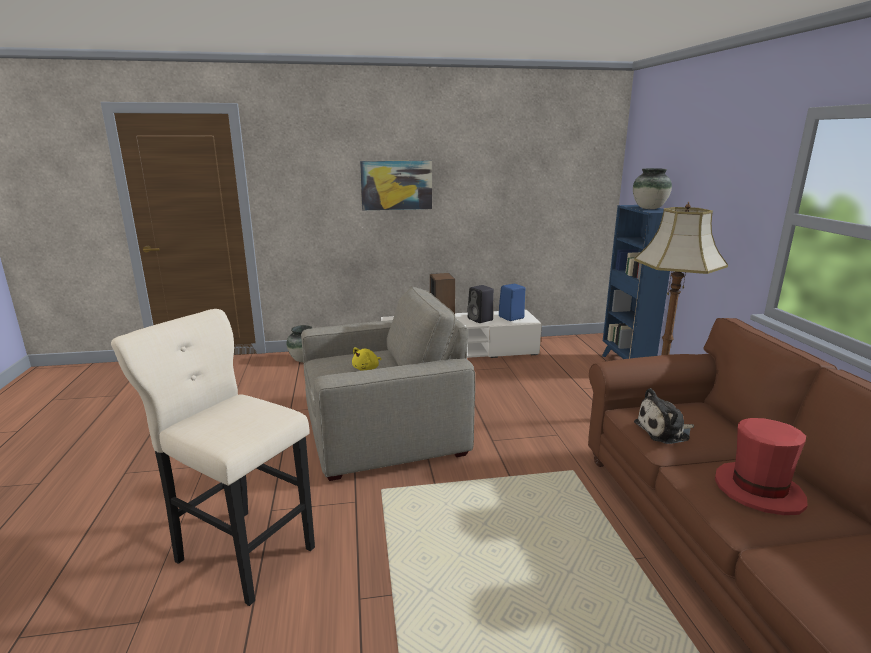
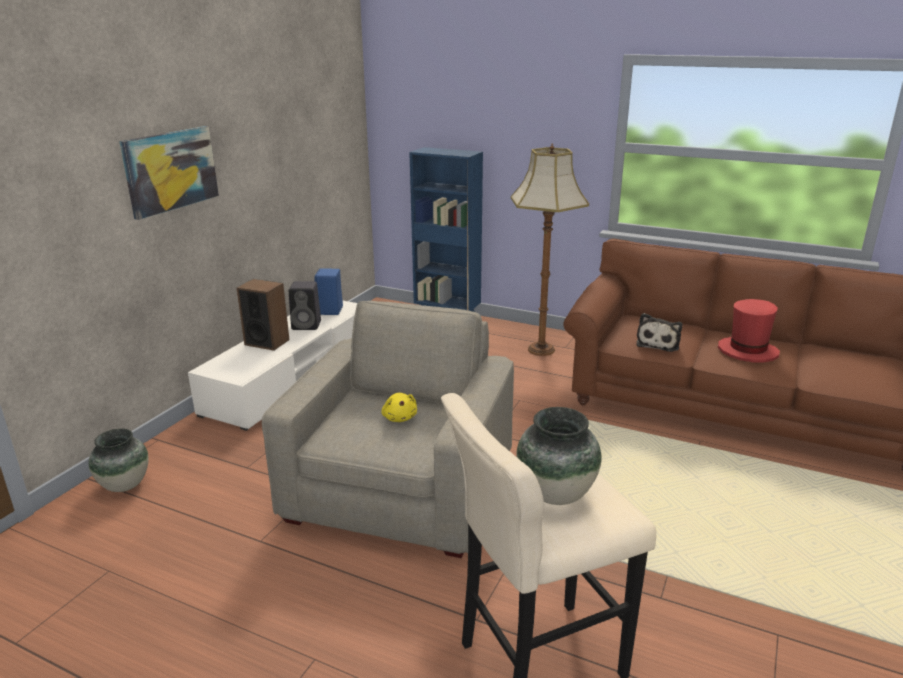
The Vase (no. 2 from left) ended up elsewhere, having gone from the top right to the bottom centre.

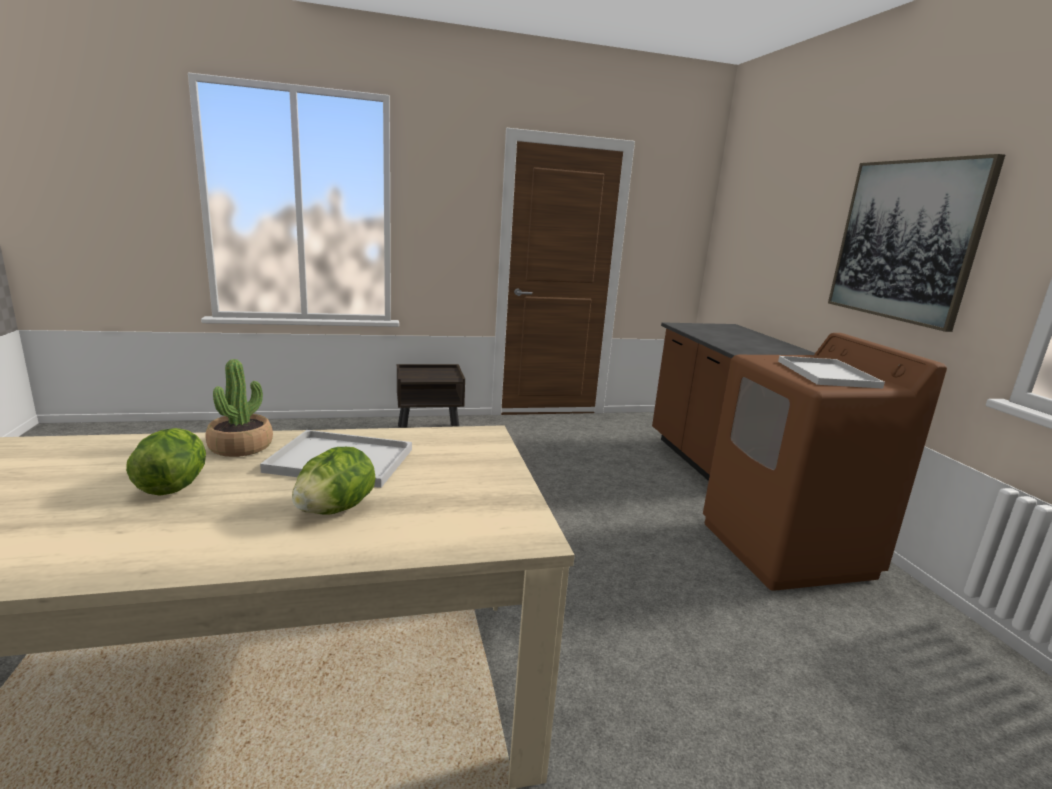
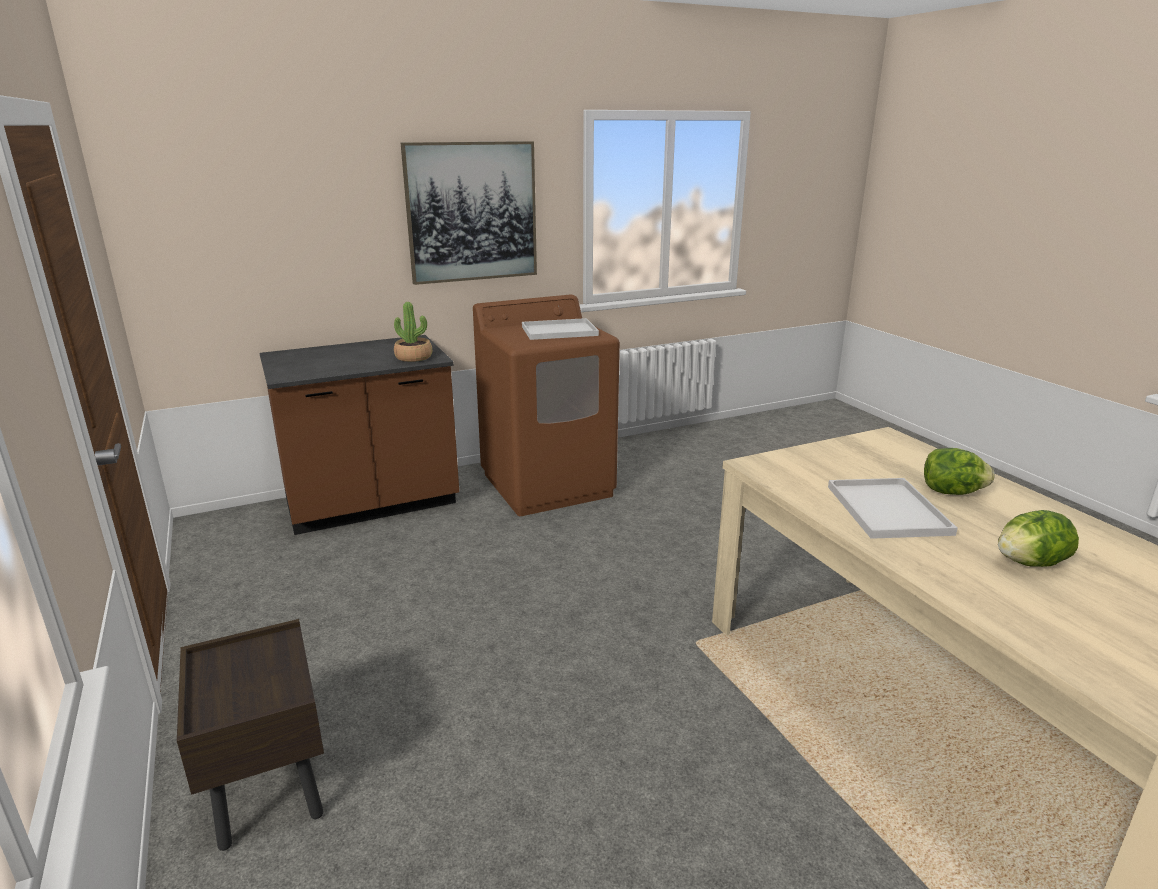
The Topfpflanze ended up elsewhere, having gone from the middle left to the centre.

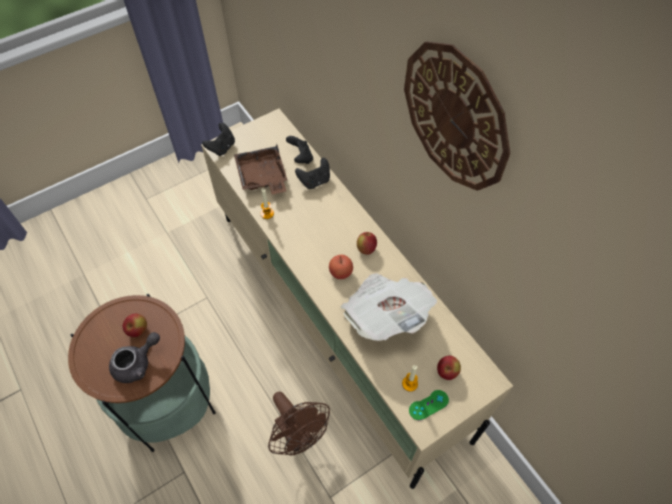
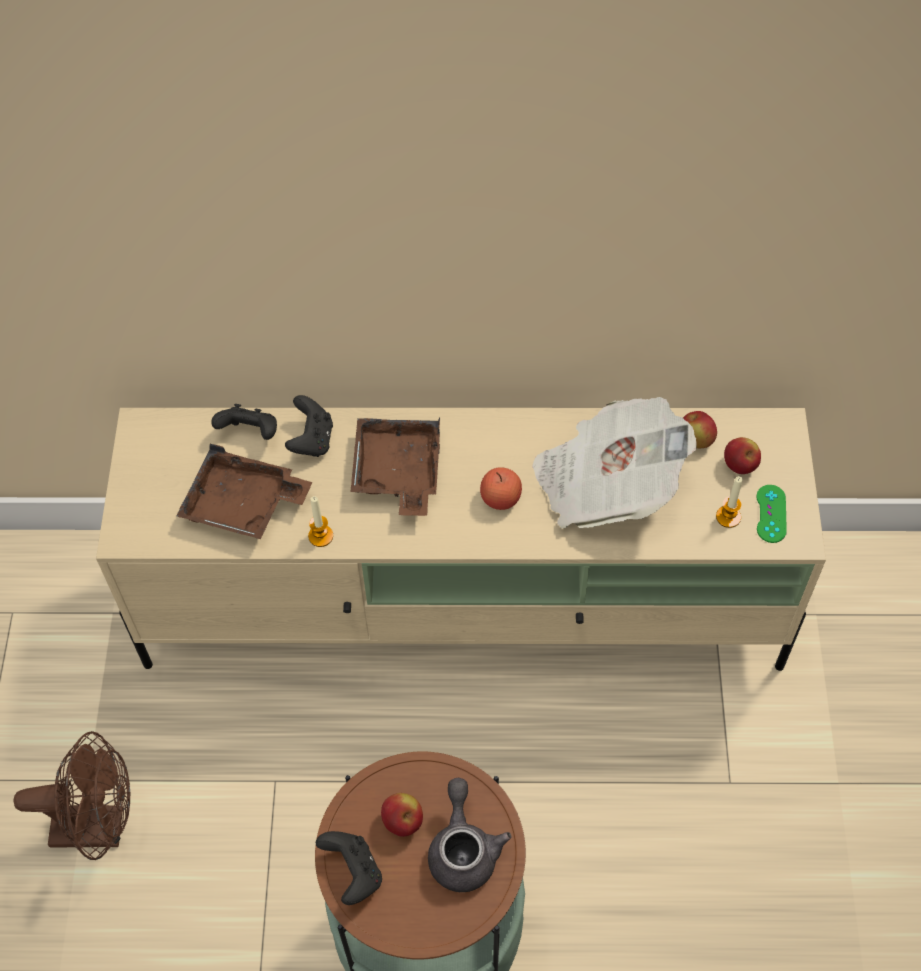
The second view lost the Wanduhr at the top right.
The Gamepad [schwarz] (no. 1 from left in the first image) ended up elsewhere, having gone from the top left to the bottom centre.
The Apfel (no. 3 from left) ended up elsewhere, having gone from the centre to the middle right.
The Ventilator [braun] ended up elsewhere, having gone from the bottom centre to the bottom left.
The second view gained the Tablett [braun] (no. 2 from left) at the centre.

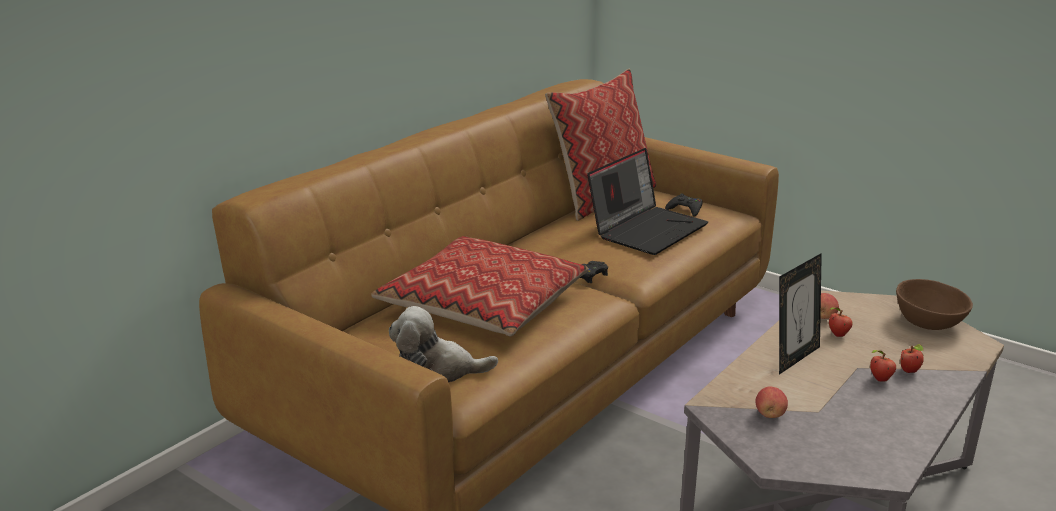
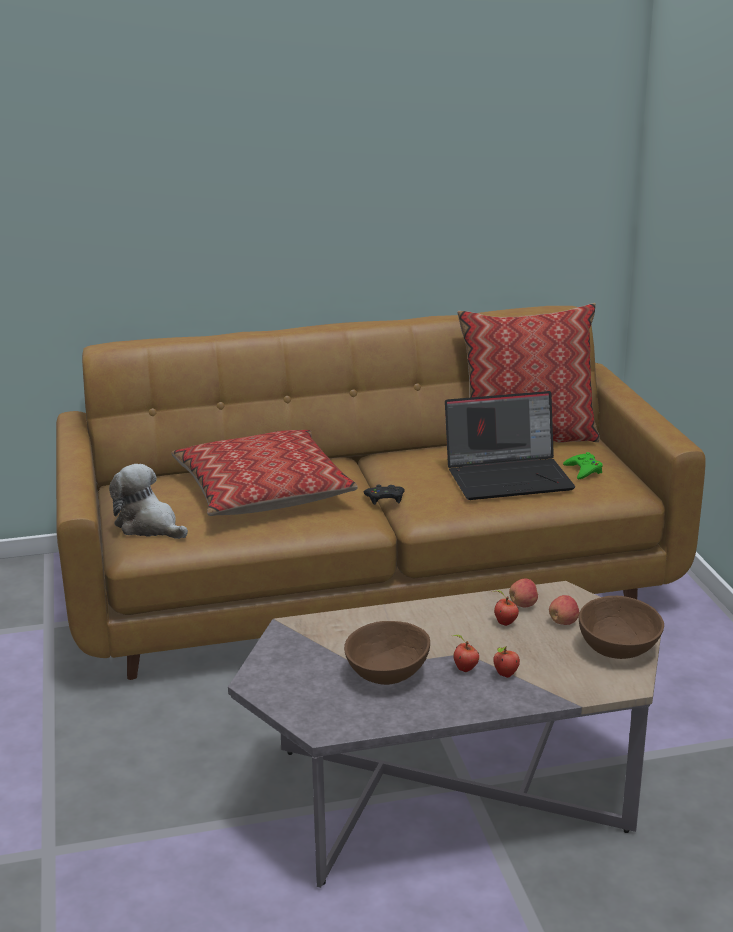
What was the Gamepad [schwarz] (no. 2 from left) at the centre turned into the Gamepad [grün] at the middle right.
The second view lost the Bilderrahmen at the middle right.
The Apfel (no. 1 from left in the first image) ended up elsewhere, having gone from the bottom right to the middle right.
The second view gained the Schüssel [braun] (no. 1 from left) at the bottom centre.

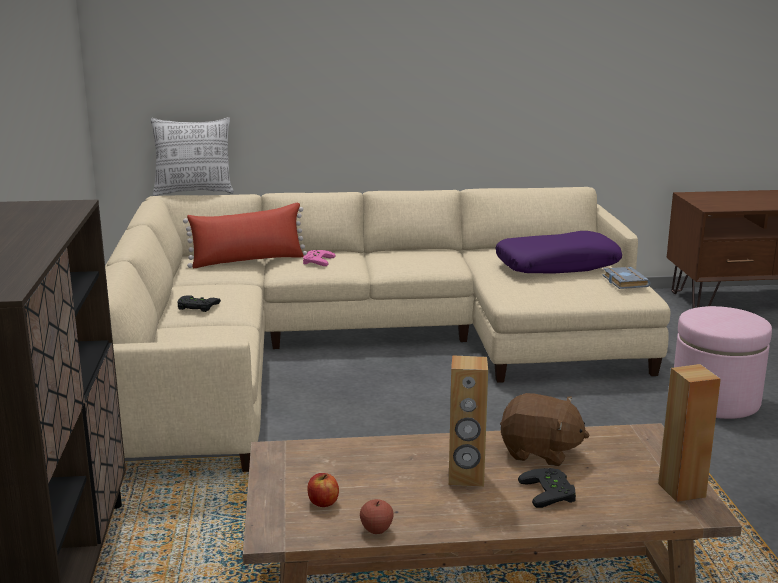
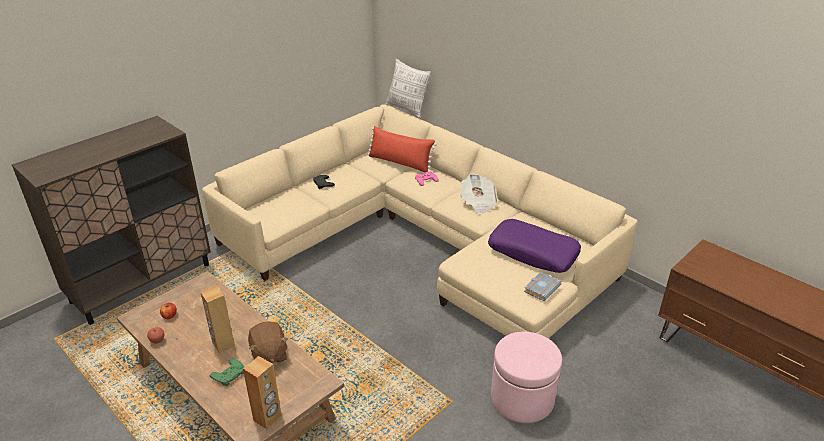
What was the Gamepad [schwarz] (no. 2 from left) at the bottom right turned into the Gamepad [grün] at the bottom left.
The second view gained the Zeitung at the centre.

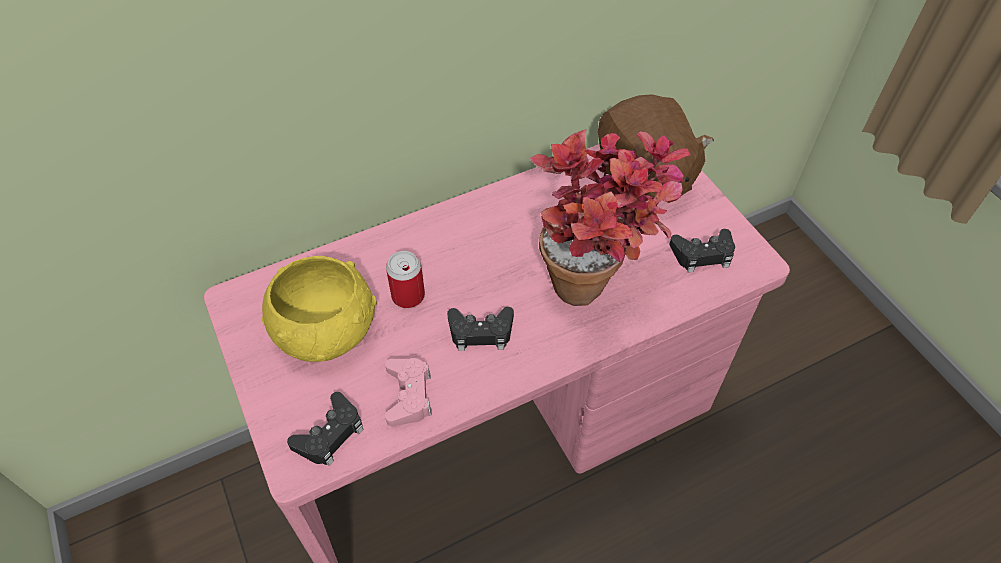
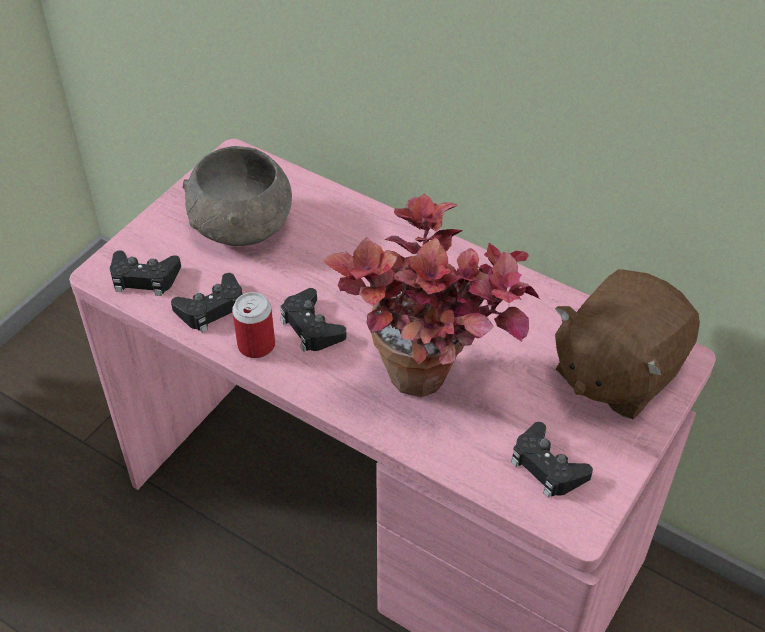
The Dose ended up elsewhere, having gone from the centre to the middle left.
What was the Schüssel [gelb] at the middle left turned into the Schüssel [grau] at the top left.
What was the Gamepad [rosa] at the bottom centre turned into the Gamepad [schwarz] (no. 2 from left) at the middle left.

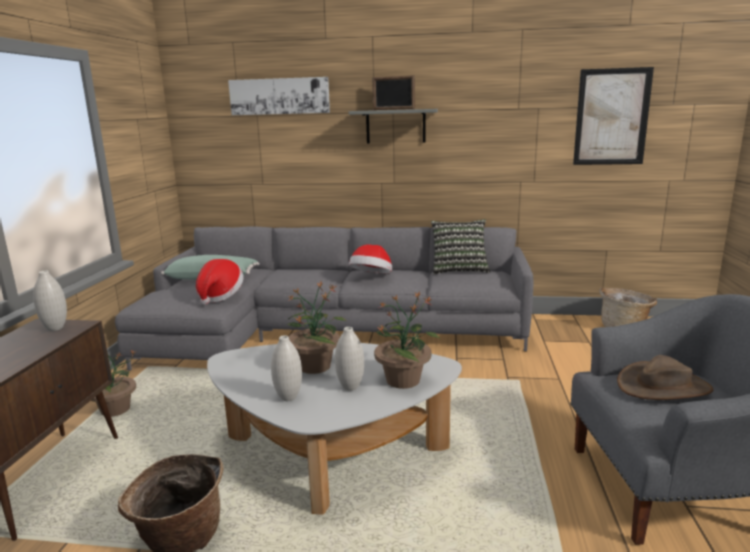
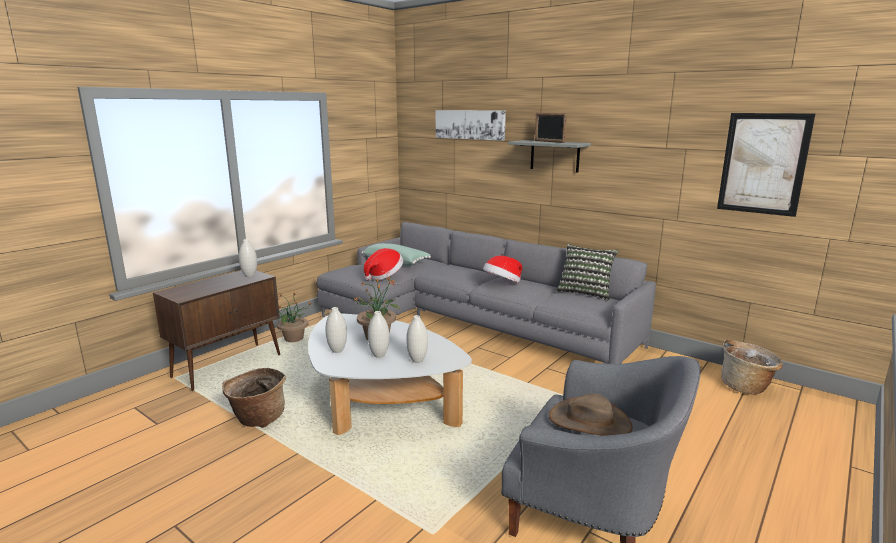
Where the Topfpflanze (no. 3 from left) stood at the centre, the Vase [weiß] (no. 4 from left) came to stand at the centre.

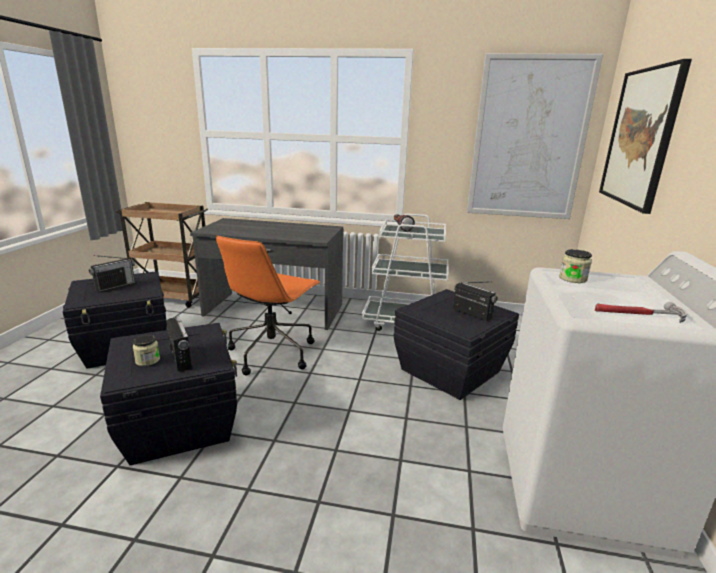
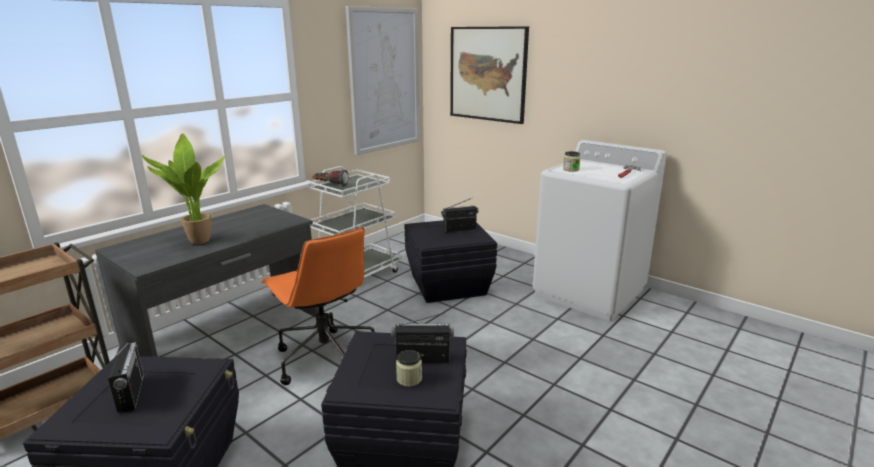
The second view gained the Topfpflanze at the middle left.

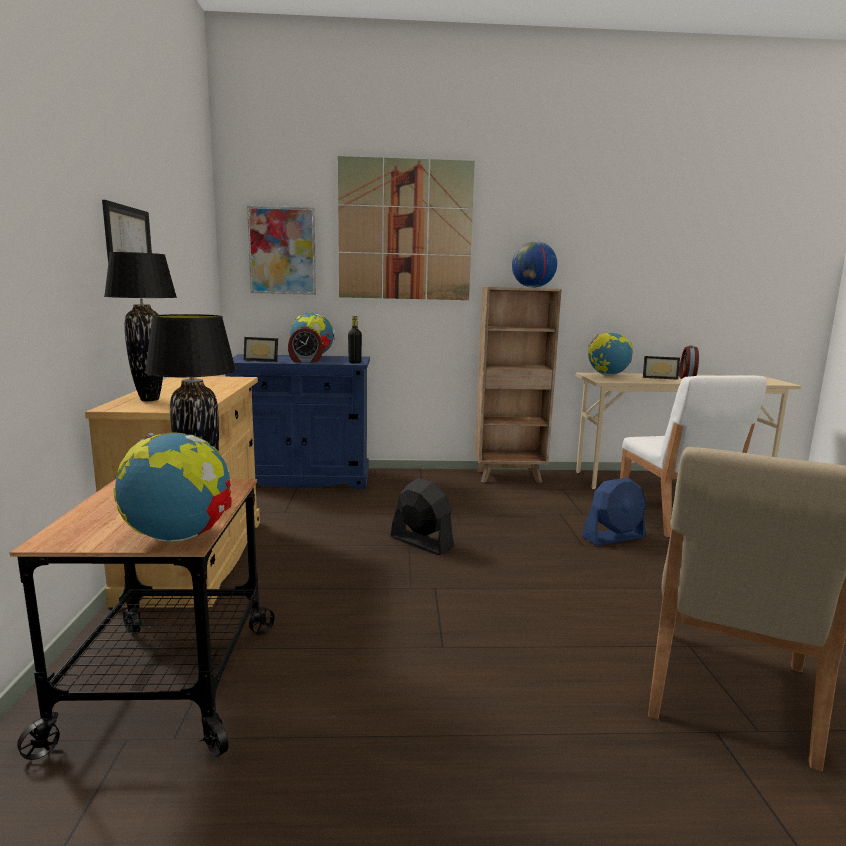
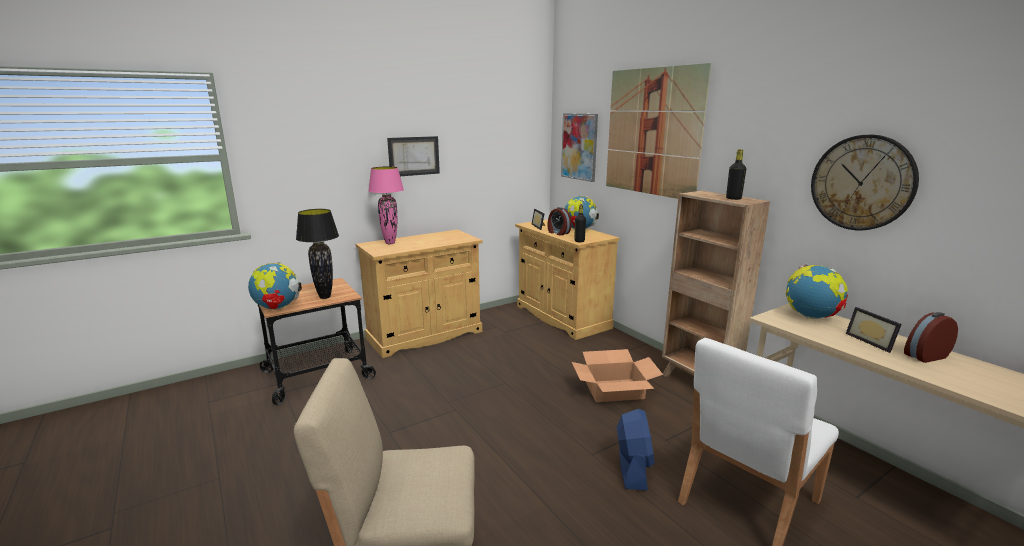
Where the Globus (no. 3 from left) stood at the top centre, the Flasche [schwarz] (no. 2 from left) came to stand at the top right.
What was the Tischlampe [schwarz] (no. 1 from left) at the middle left turned into the Tischlampe [rosa] at the centre.
What was the Schrank [blau] at the centre turned into the Schrank [beige] (no. 2 from left) at the centre.
The second view lost the Ventilator [schwarz] at the centre.
The Ventilator [blau] at the middle right ended up facing another way, 120 degrees counterclockwise from before.
The second view gained the Wanduhr at the middle right.
The second view gained the Karton at the bottom centre.

